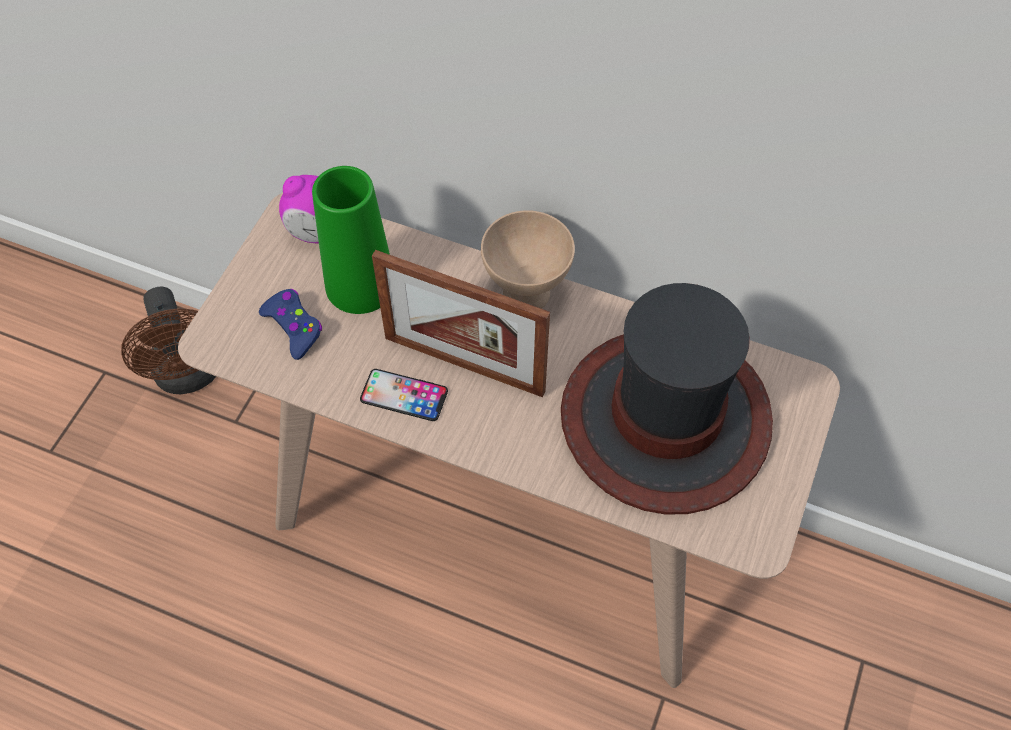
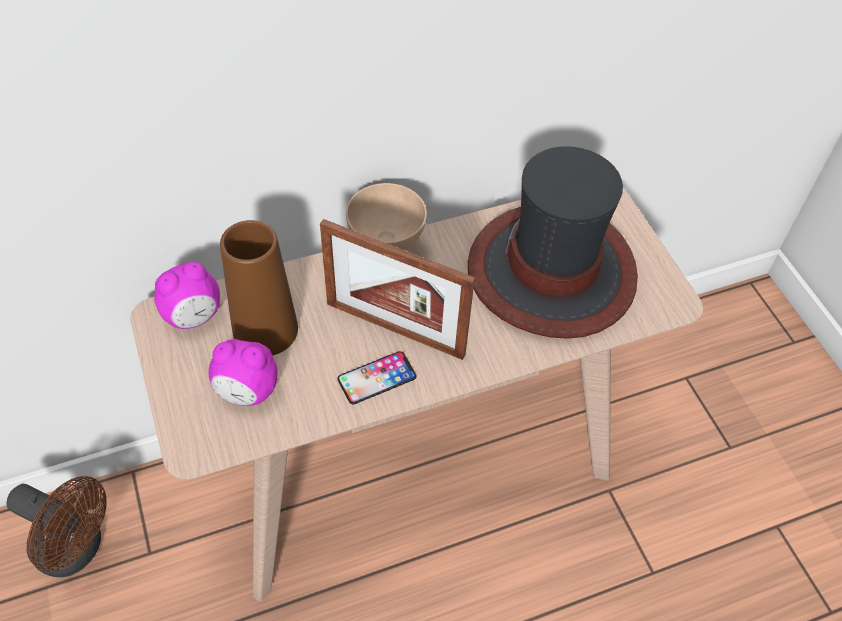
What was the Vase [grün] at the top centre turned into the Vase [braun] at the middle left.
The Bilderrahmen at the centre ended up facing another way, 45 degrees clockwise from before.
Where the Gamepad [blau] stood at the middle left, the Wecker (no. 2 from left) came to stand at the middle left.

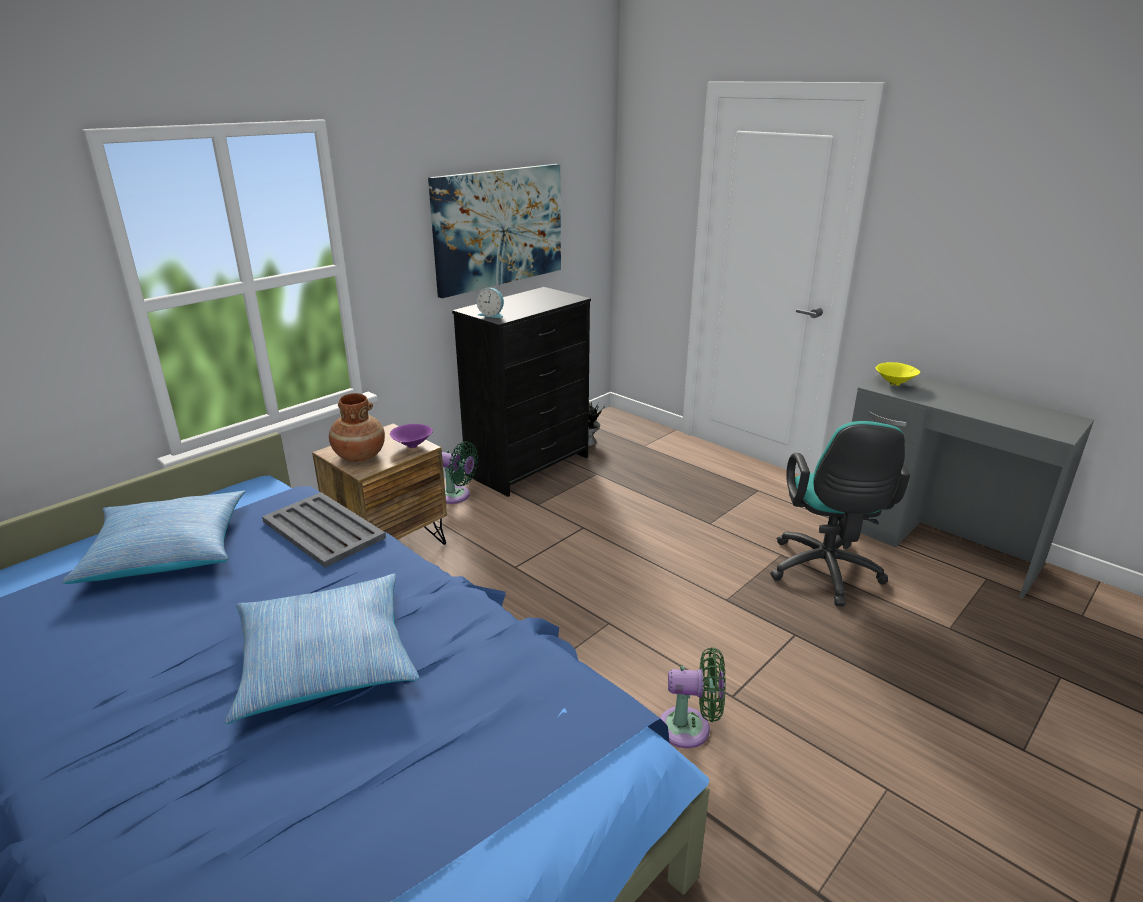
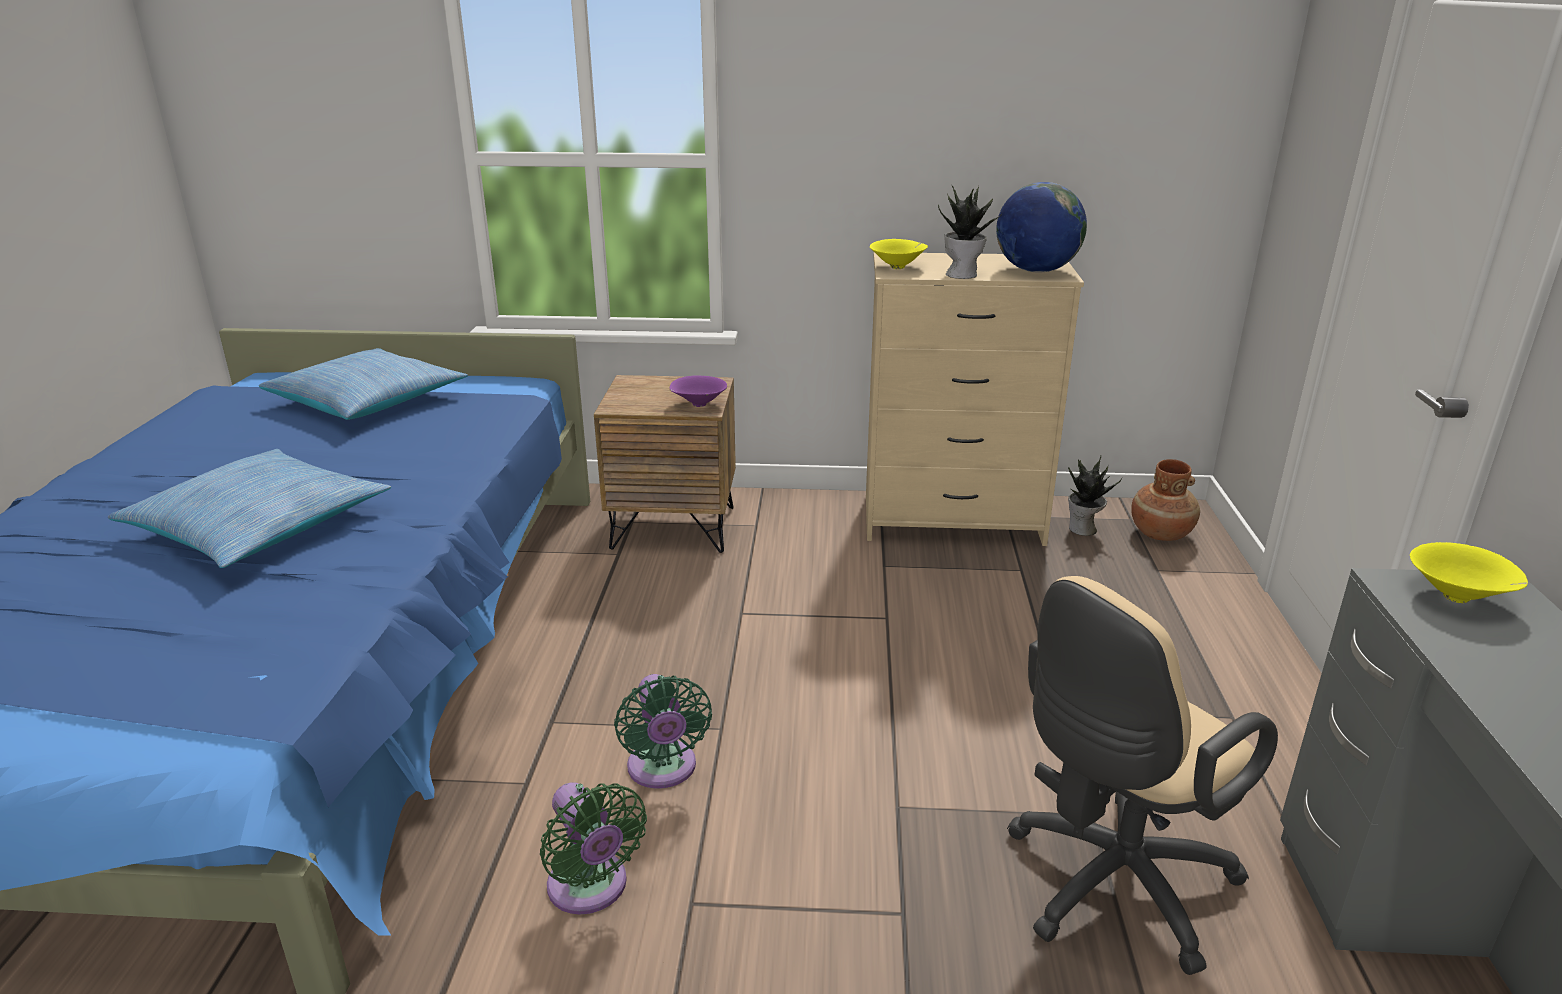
The second view lost the Bild at the top centre.
What was the Kommode [schwarz] at the centre turned into the Kommode [beige] at the centre.
Where the Wecker stood at the centre, the Schüssel [gelb] (no. 1 from left) came to stand at the top centre.
The Vase [braun] ended up elsewhere, having gone from the middle left to the middle right.
What was the Bürostuhl [türkis] at the middle right turned into the Bürostuhl [beige] at the bottom right.
The Ventilator [grün] (no. 1 from left in the first image) ended up elsewhere, having gone from the centre to the bottom centre.
The second view lost the Tablett [grau] at the middle left.
The second view gained the Globus at the top centre.
The second view gained the Topfpflanze (no. 1 from left) at the top centre.

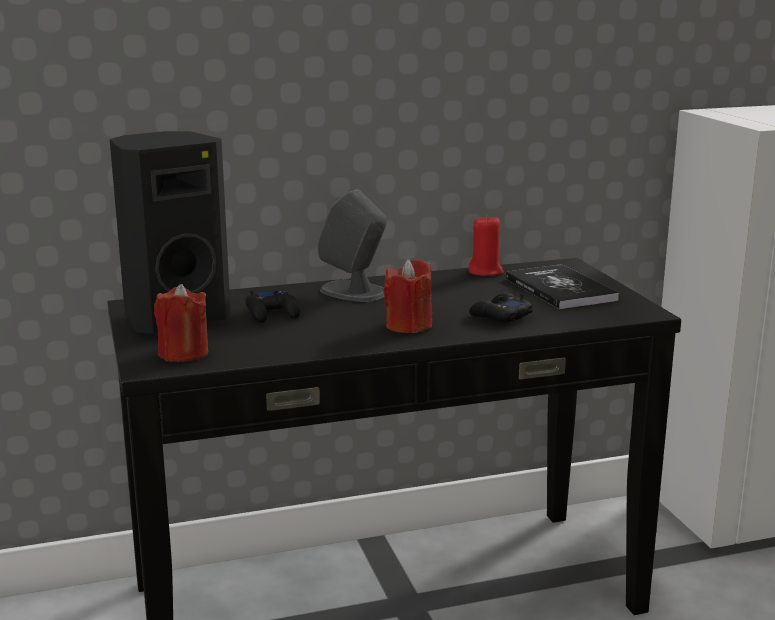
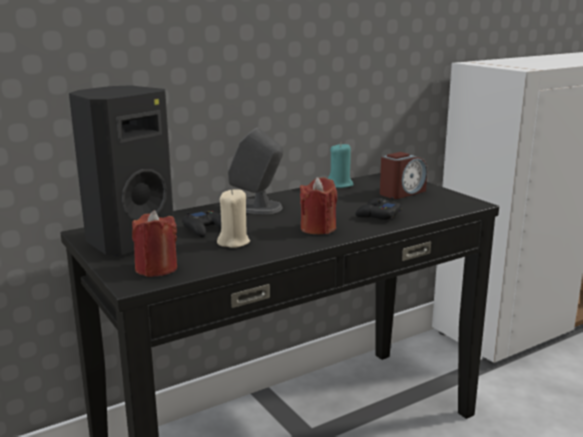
What was the Kerze [rot] (no. 3 from left) at the centre turned into the Kerze [türkis] at the centre.
Where the Buch stood at the middle right, the Wecker came to stand at the middle right.
The second view gained the Kerze [beige] at the centre.

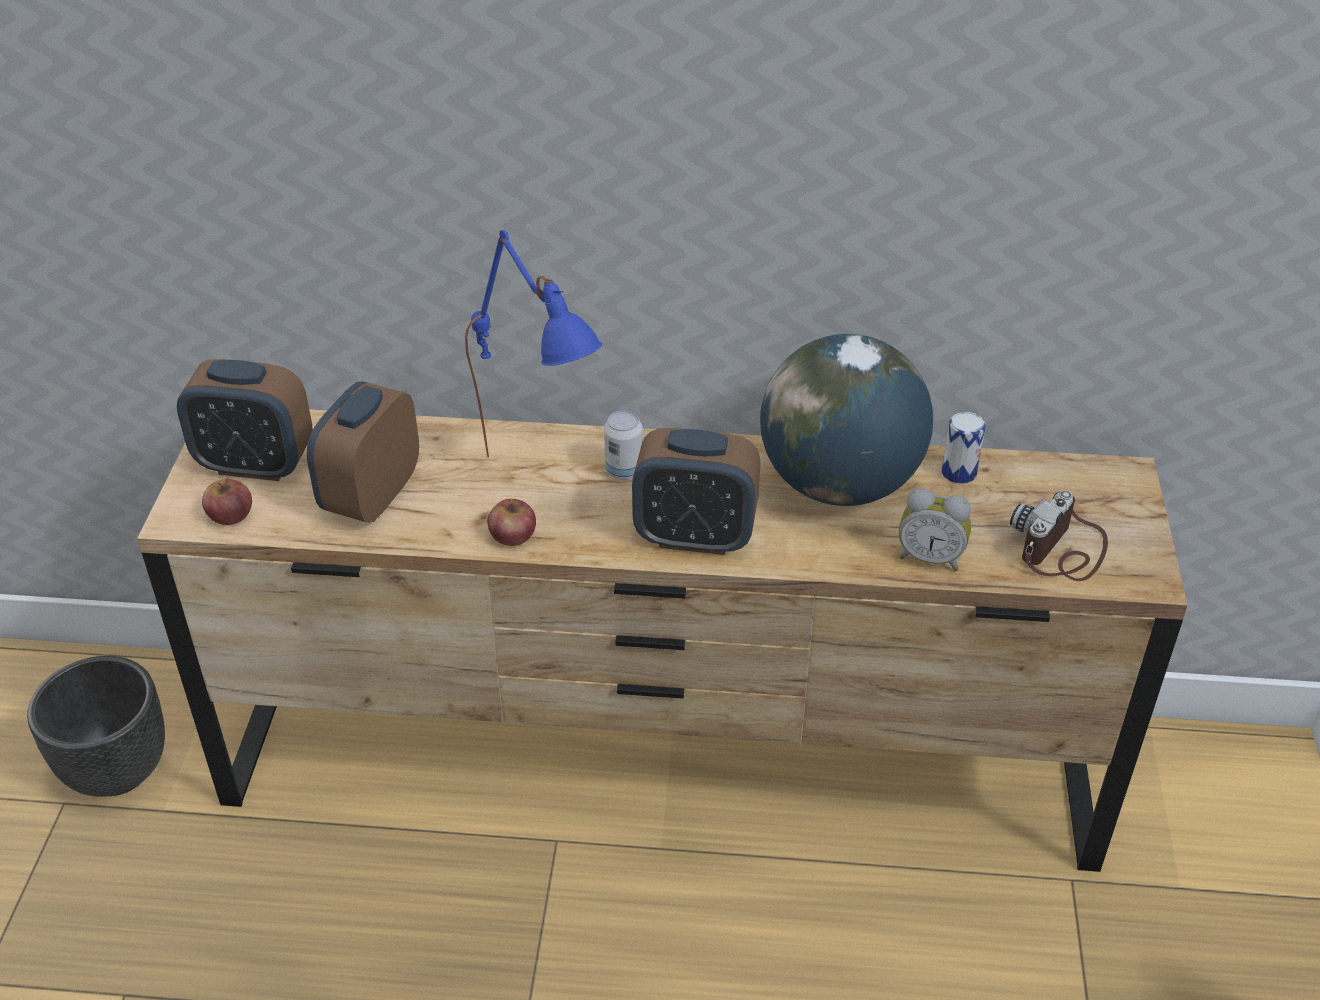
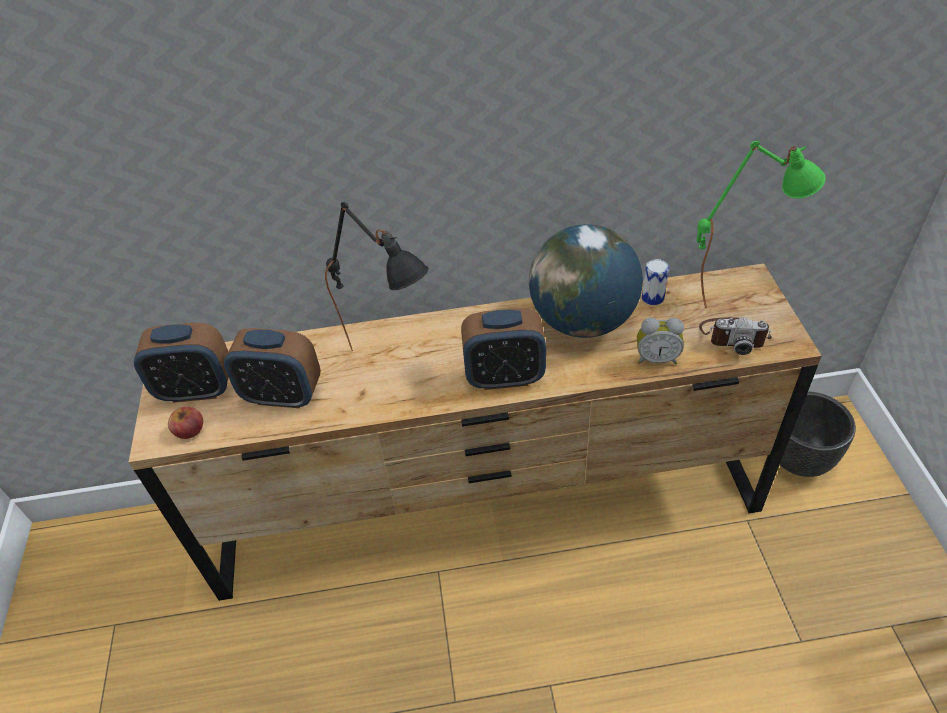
What was the Tischlampe [blau] at the centre turned into the Tischlampe [schwarz] at the centre.
The Wecker (no. 2 from left) at the middle left ended up facing another way, 90 degrees counterclockwise from before.
The second view lost the Dose (no. 1 from left) at the centre.
The Kamera at the middle right ended up facing another way, 105 degrees counterclockwise from before.
The second view lost the Apfel (no. 2 from left) at the centre.
The Pflanzkübel [schwarz] ended up elsewhere, having gone from the bottom left to the middle right.
The second view gained the Tischlampe [grün] at the top right.

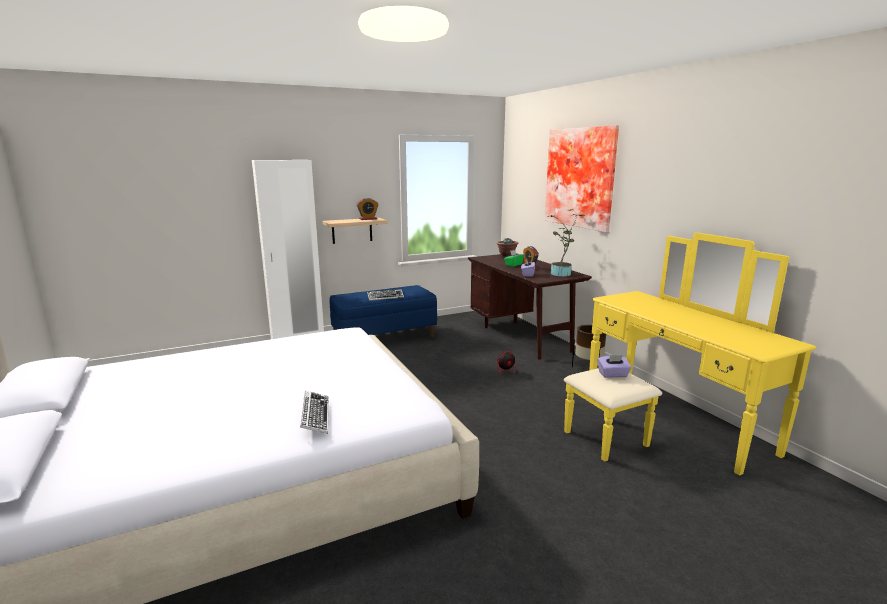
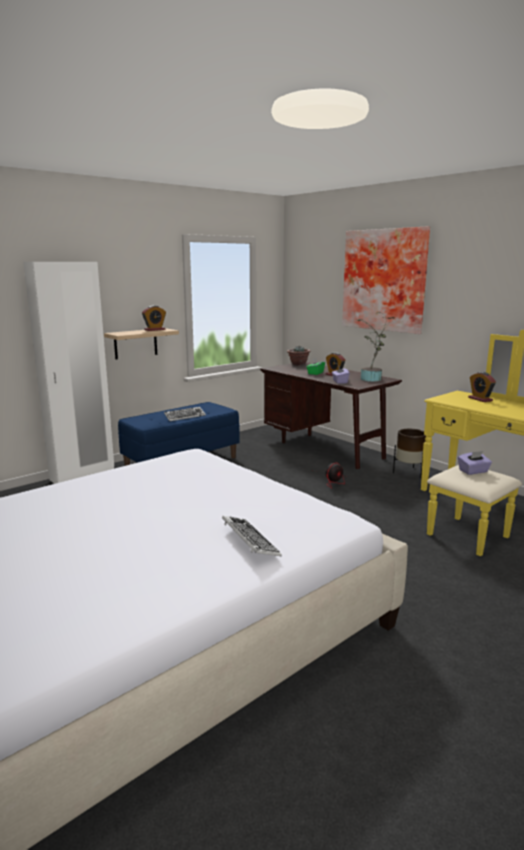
The second view gained the Wecker (no. 3 from left) at the middle right.

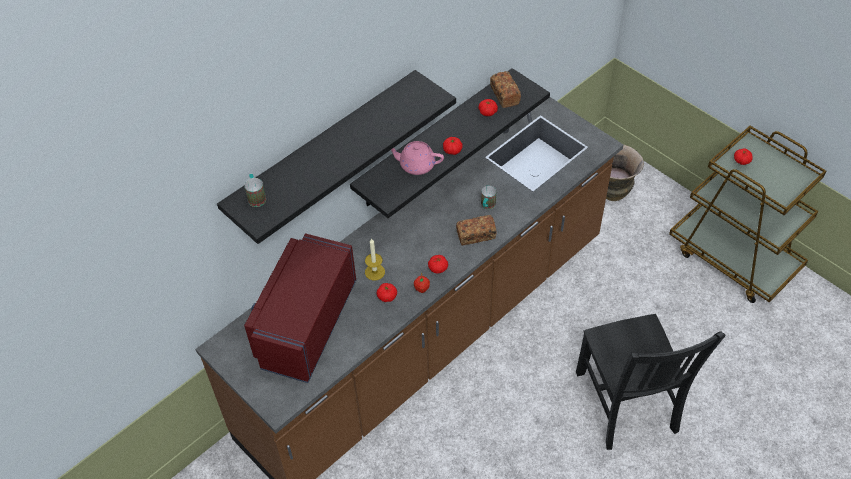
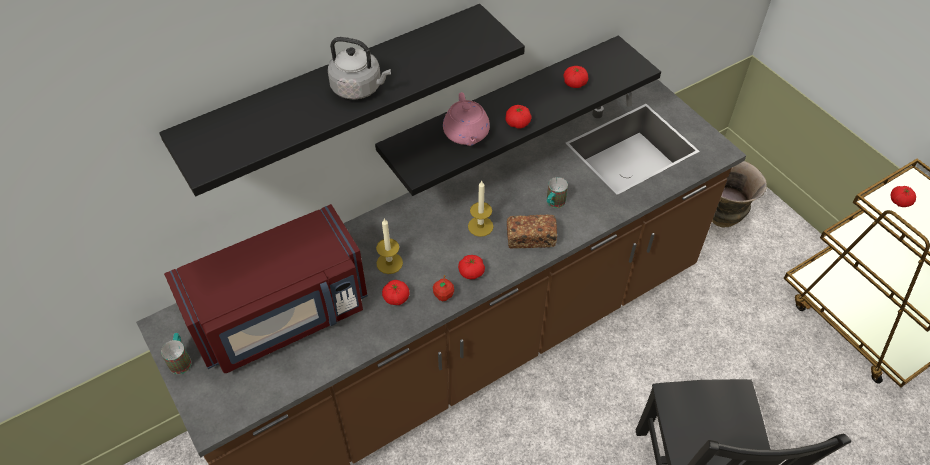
The second view lost the Brot (no. 2 from left) at the top centre.
The Teekanne [rosa] at the top centre ended up facing another way, 120 degrees counterclockwise from before.
The Henkelbecher (no. 1 from left) ended up elsewhere, having gone from the middle left to the bottom left.
The Mikrowelle [rot] at the centre ended up facing another way, 150 degrees counterclockwise from before.
The second view gained the Wasserkessel [grau] at the top centre.
The second view gained the Kerze (no. 2 from left) at the centre.

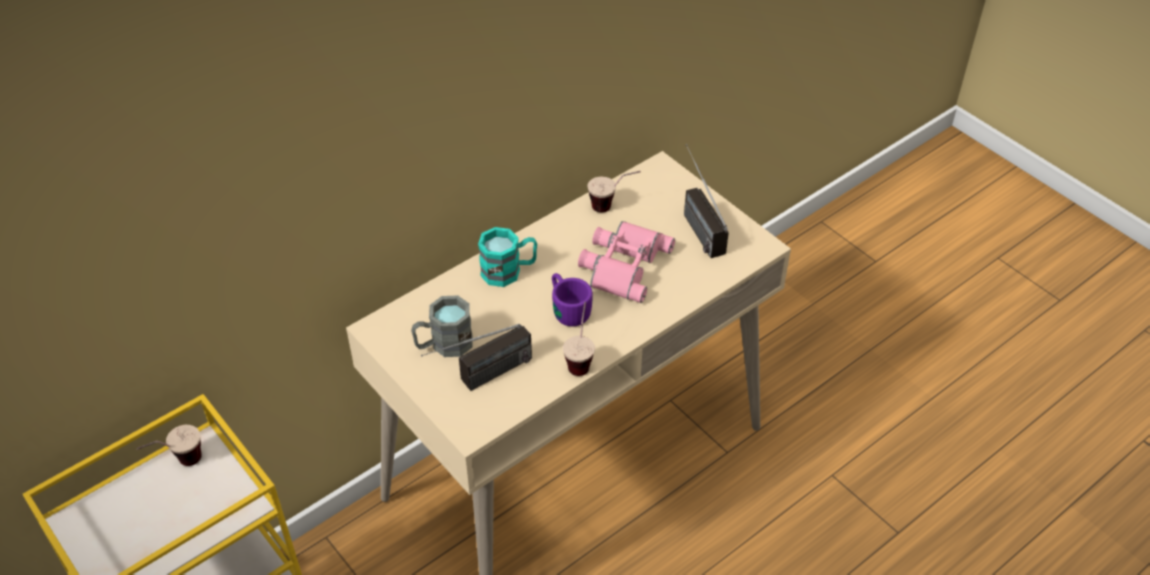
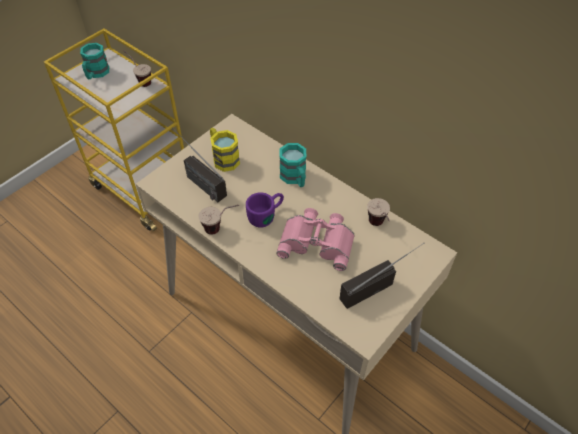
What was the Henkelbecher [grau] at the centre turned into the Henkelbecher [gelb] at the centre.
The second view gained the Henkelbecher [türkis] (no. 1 from left) at the top left.

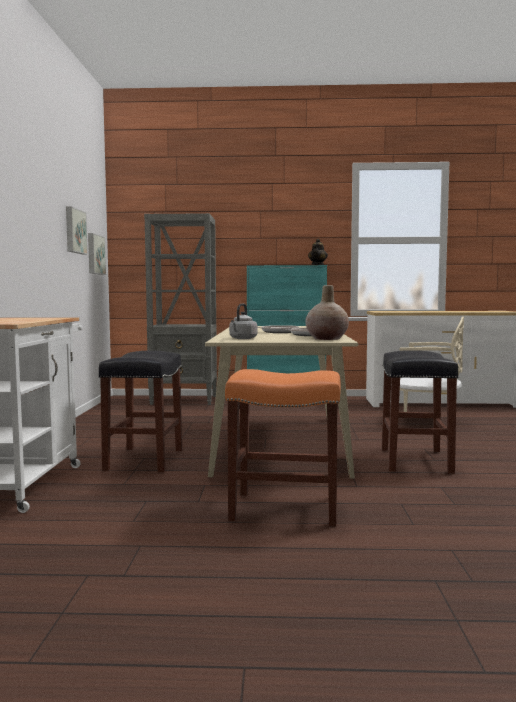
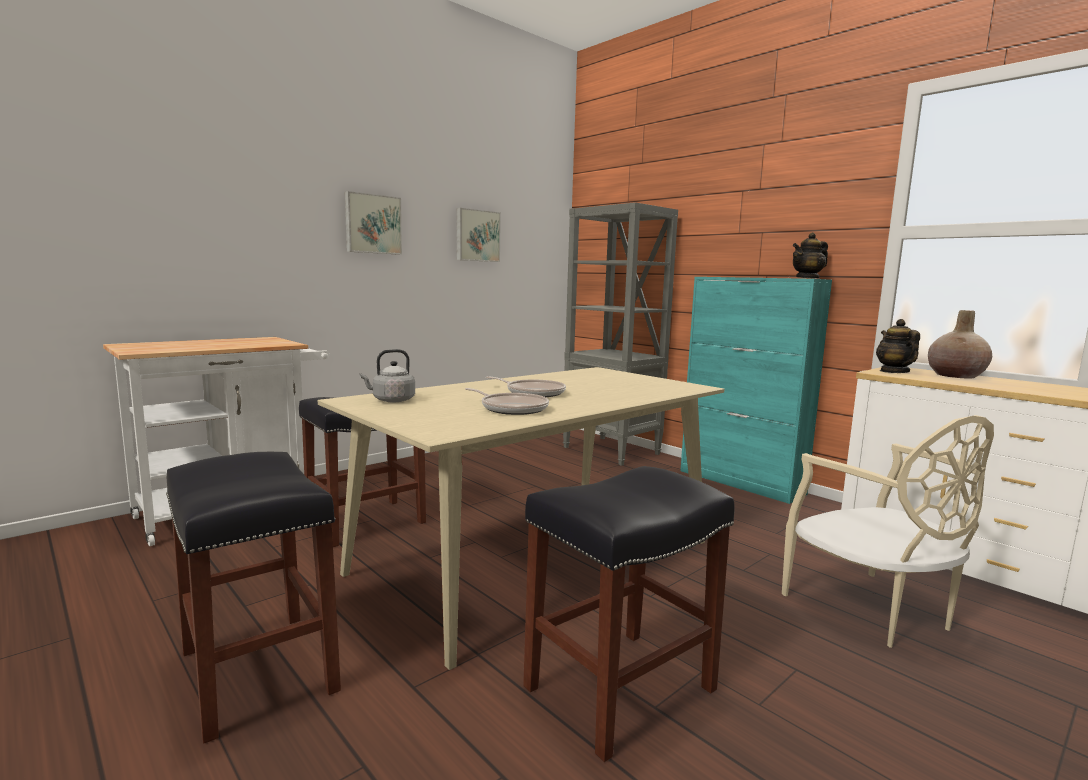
The Bild (no. 2 from left in the first image) ended up elsewhere, having gone from the middle left to the top centre.
The Vase [beige] ended up elsewhere, having gone from the centre to the middle right.
What was the Hocker [orange] at the centre turned into the Hocker [schwarz] (no. 1 from left) at the bottom left.
The second view gained the Teekanne (no. 2 from left) at the middle right.

